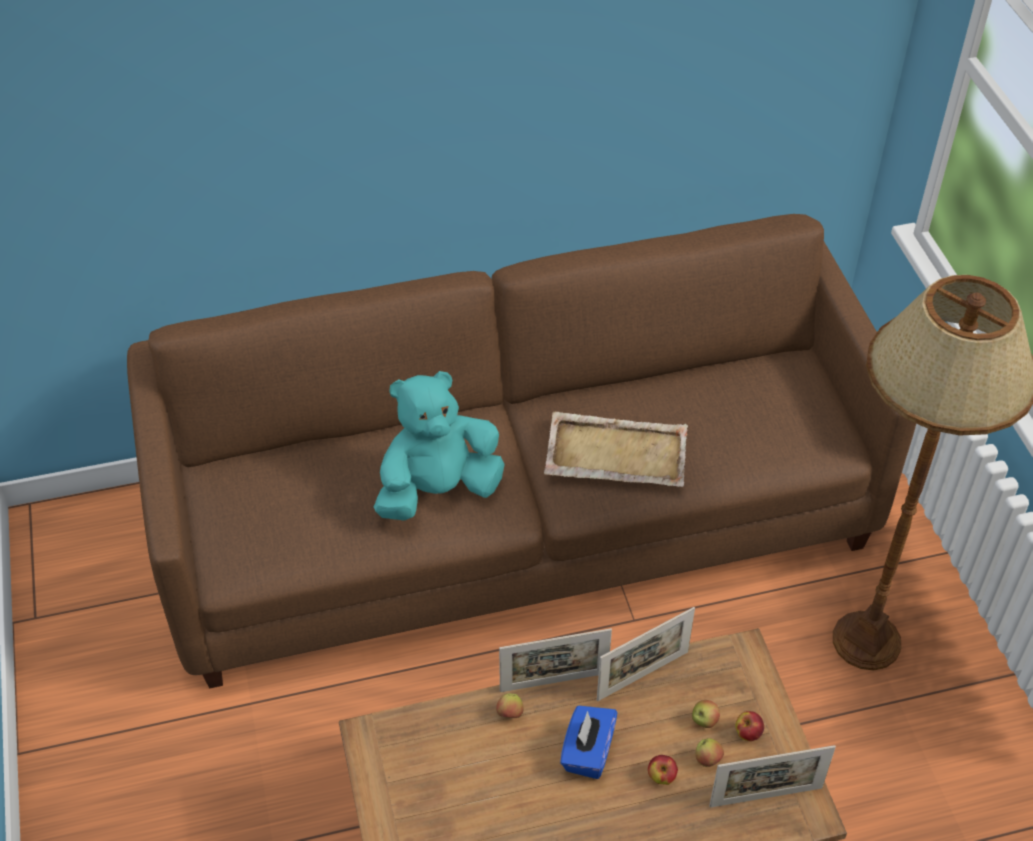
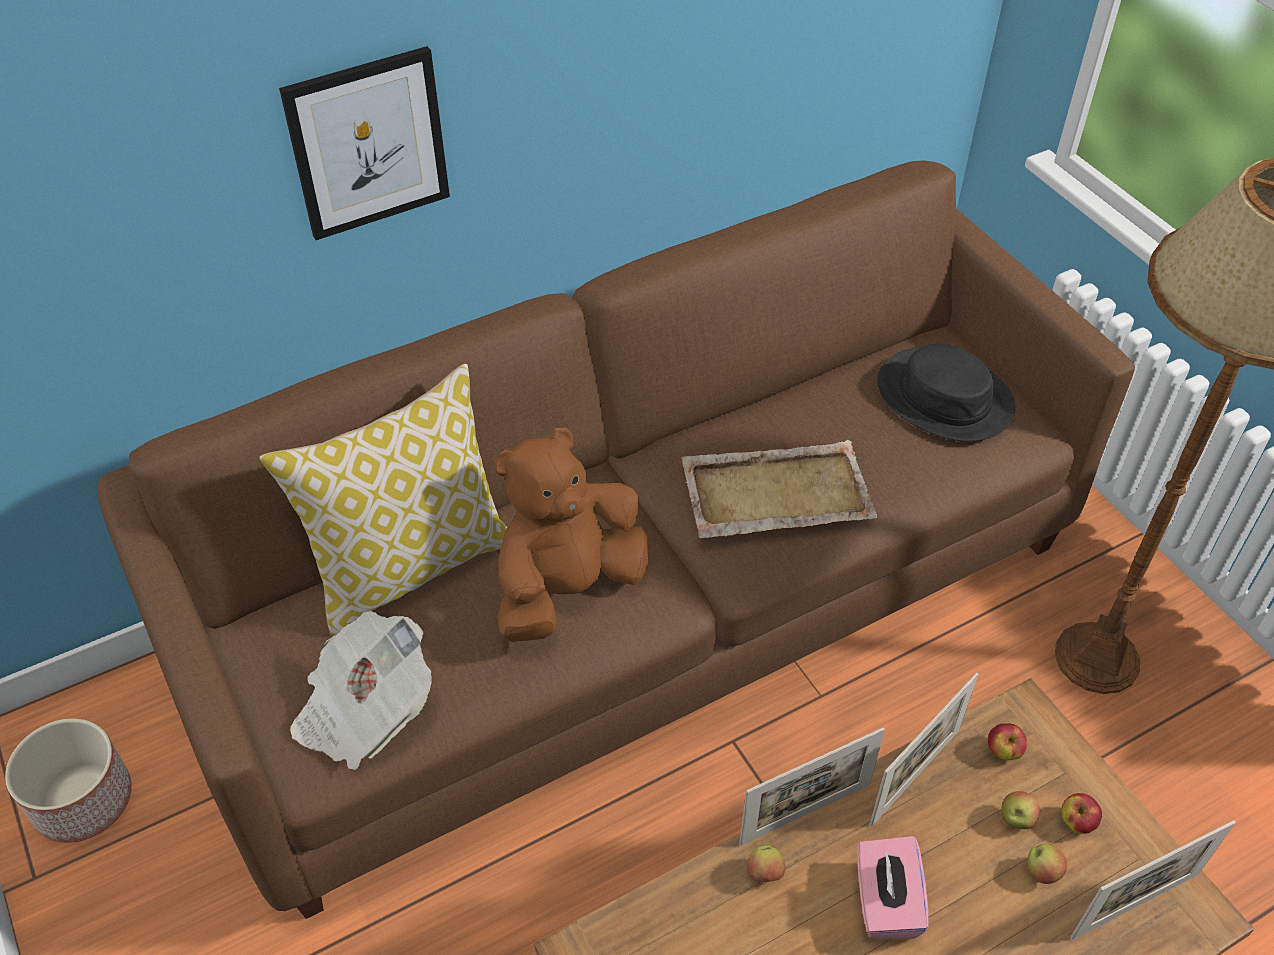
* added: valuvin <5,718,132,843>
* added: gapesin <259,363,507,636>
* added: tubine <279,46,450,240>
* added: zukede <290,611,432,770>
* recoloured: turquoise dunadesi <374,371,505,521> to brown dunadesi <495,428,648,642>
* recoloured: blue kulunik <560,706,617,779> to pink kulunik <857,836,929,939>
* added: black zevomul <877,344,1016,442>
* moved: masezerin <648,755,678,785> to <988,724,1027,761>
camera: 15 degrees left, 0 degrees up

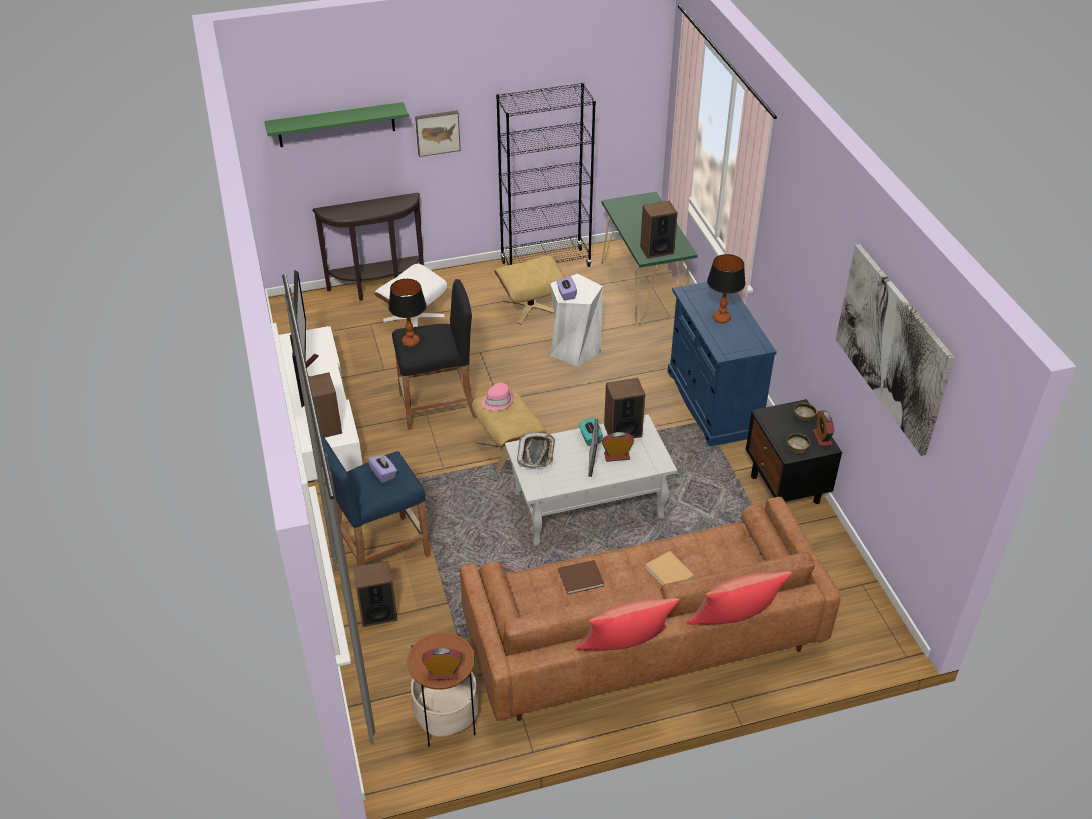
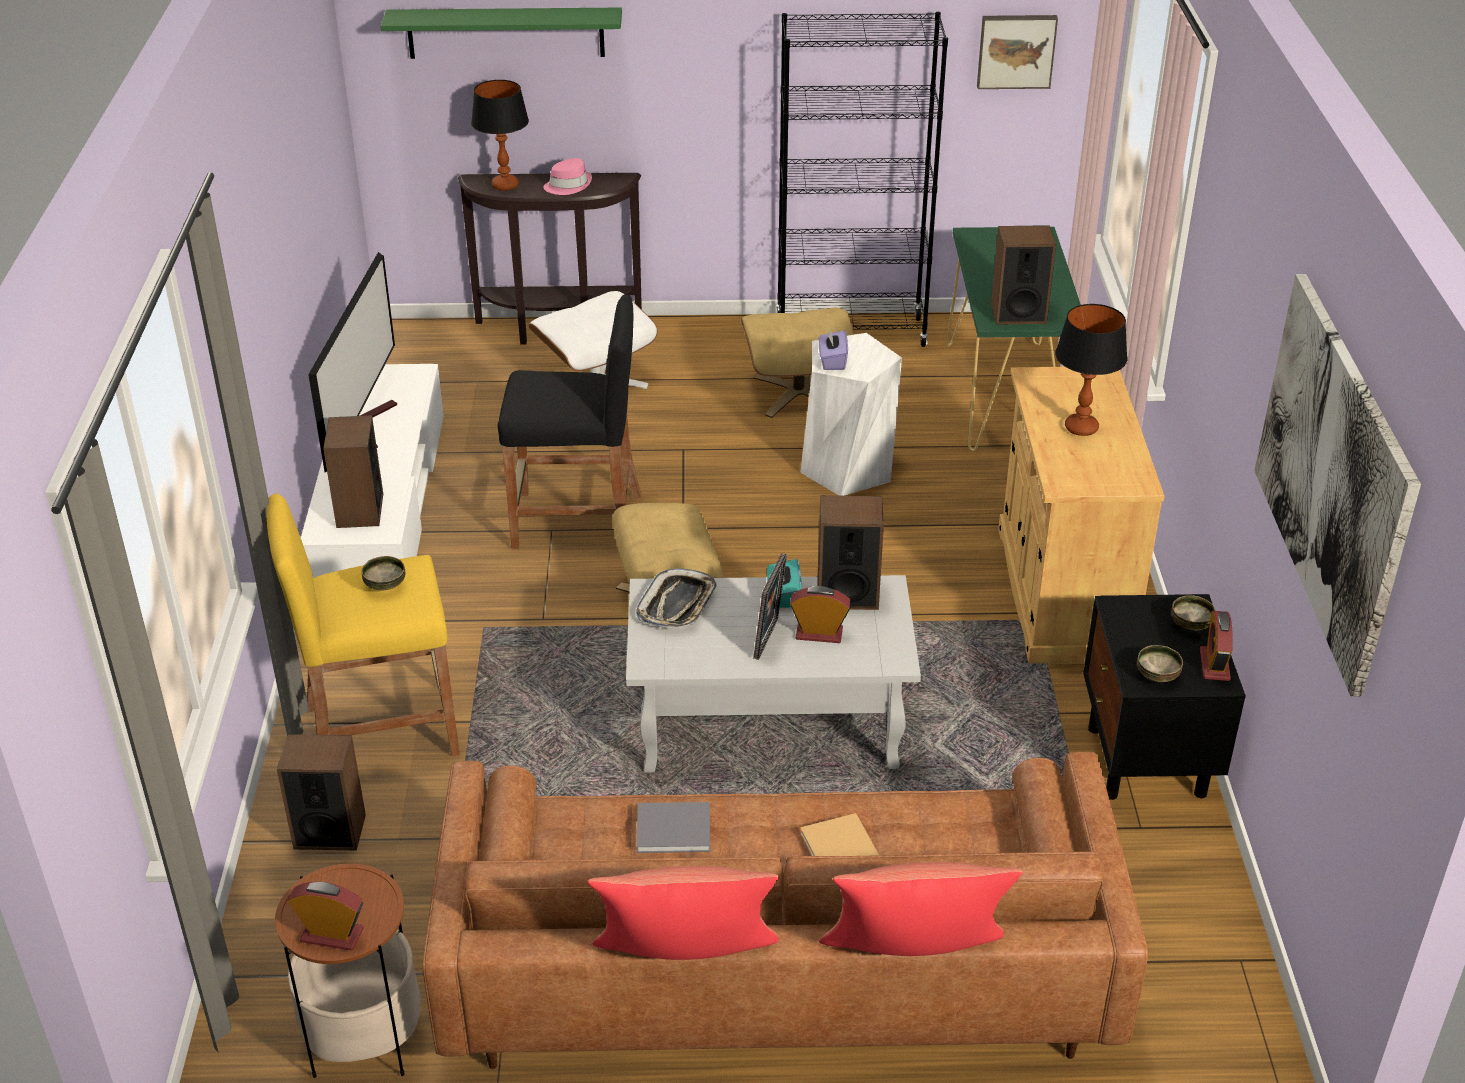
* recoloured: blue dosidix <321,436,430,566> to yellow dosidix <267,493,460,756>
* replaced: purple kulunik <368,454,397,483> to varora <362,556,405,590>
* moved: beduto <388,279,426,347> to <471,80,529,191>
* moved: pink zevomul <482,383,514,411> to <543,158,592,195>
* recoloured: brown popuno <558,560,604,595> to grey popuno <637,802,710,853>
* moved: tubine <415,111,461,157> to <977,15,1058,89>
* recoloured: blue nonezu <668,282,777,446> to beige nonezu <998,367,1165,664>
camera: 15 degrees right, 5 degrees down

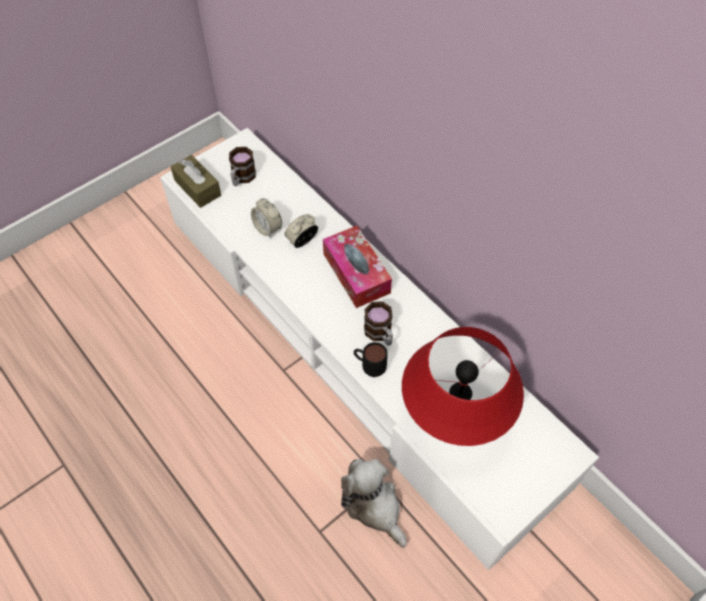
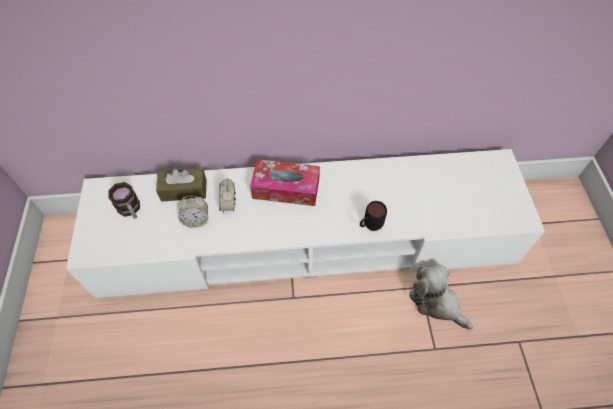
* moved: brown kulunik <171,155,221,208> to <156,168,207,202>
* turned: dunadesi <341,459,407,548> = <409,264,473,330> 45 degrees clockwise
* removed: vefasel <364,301,393,346>
* removed: red beduto <402,327,524,446>
camera: 55 degrees left, 0 degrees up

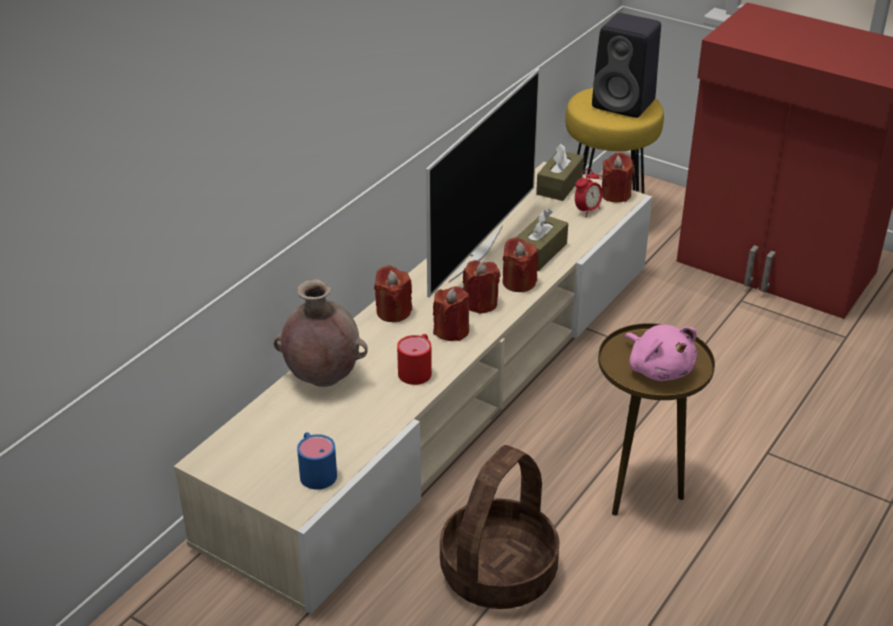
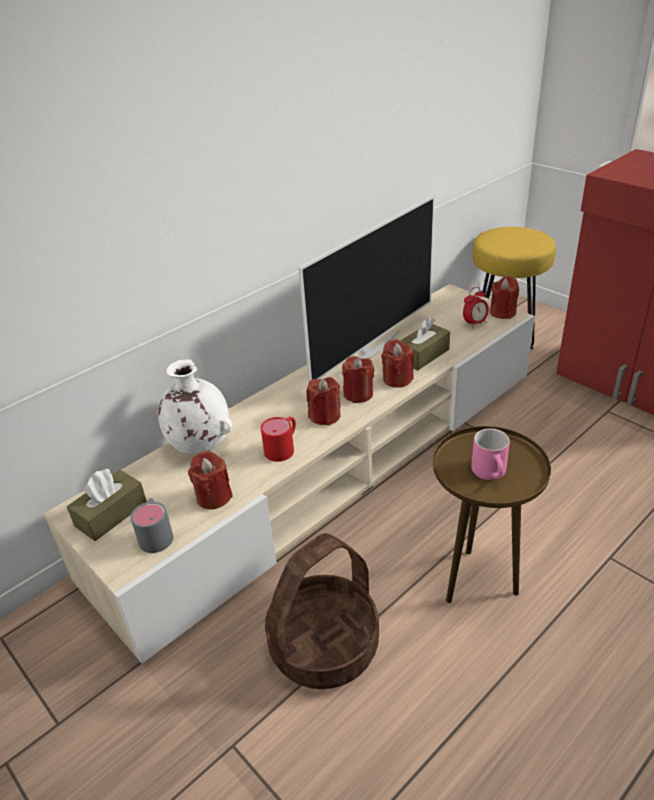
* moved: brown kulunik <536,143,584,201> to <67,469,147,541>
* recoloured: blue vefasel <297,432,337,490> to grey vefasel <131,498,173,553>
* recoloured: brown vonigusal <273,279,368,387> to white vonigusal <157,359,233,455>
* moved: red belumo <374,265,412,322> to <188,451,233,509>
* replaced: pink dunadesi <625,324,697,381> to pink vefasel <471,428,510,480>
* removed: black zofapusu <592,13,661,118>
camera: 15 degrees right, 0 degrees up

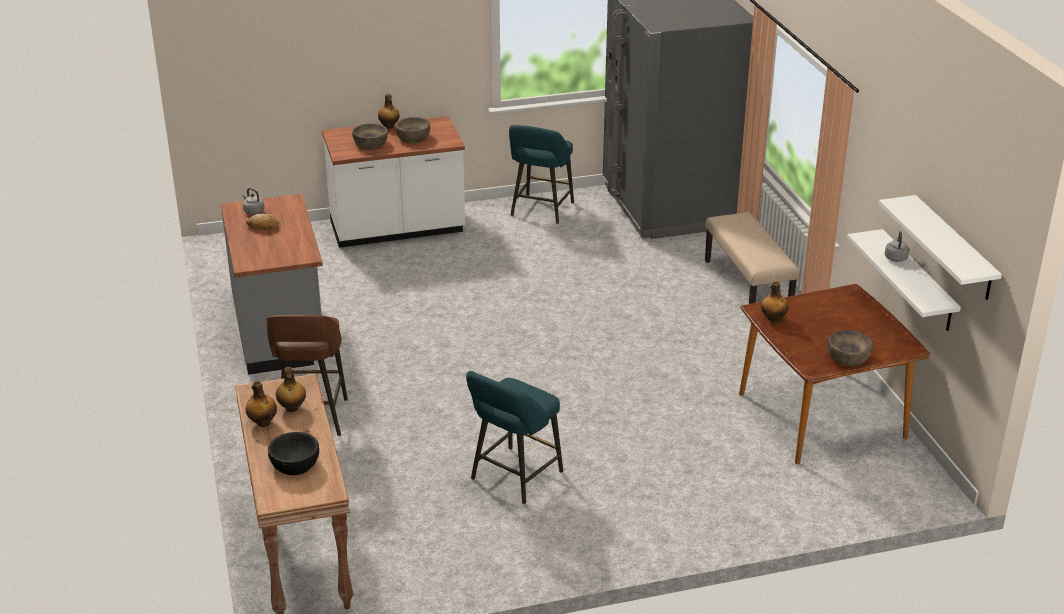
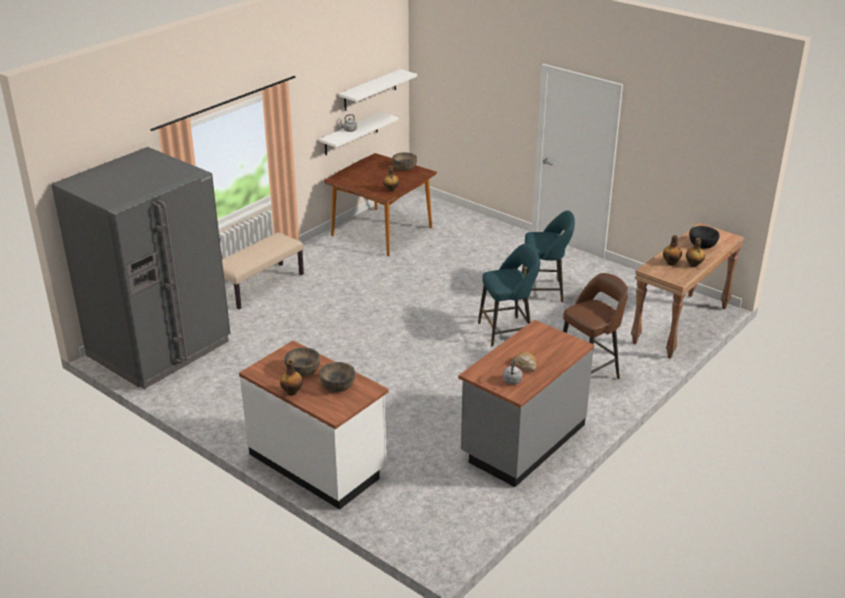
* moved: turquoise dosidix <509,125,574,224> to <478,244,540,347>
camera: 125 degrees left, 0 degrees up

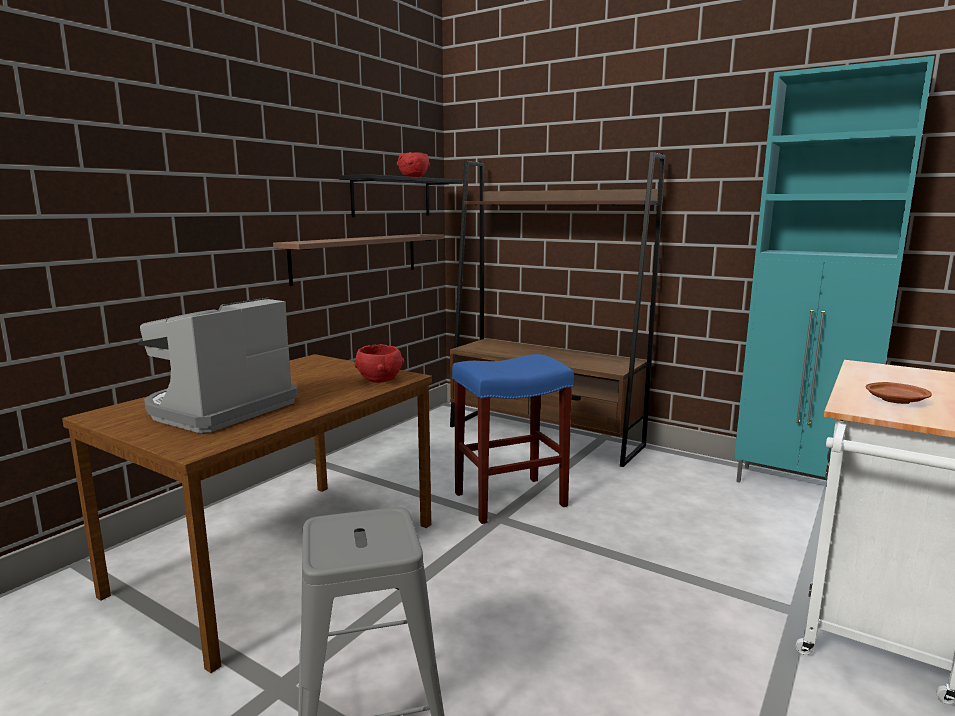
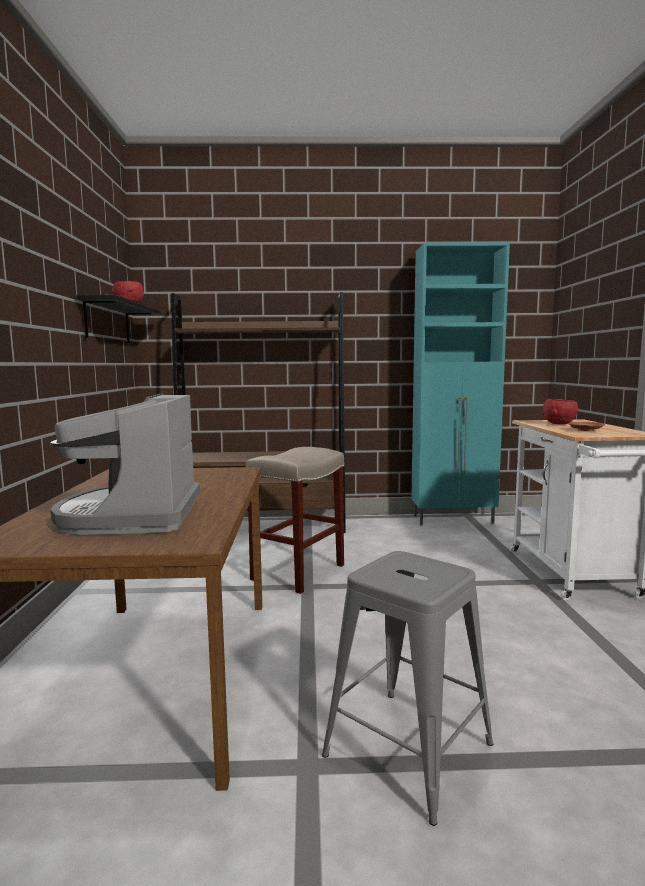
* recoloured: blue dosidix <452,354,574,524> to beige dosidix <246,447,344,594>
* moved: red varora <355,344,404,383> to <543,399,579,425>
* removed: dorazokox <273,234,444,286>
camera: 35 degrees left, 5 degrees down

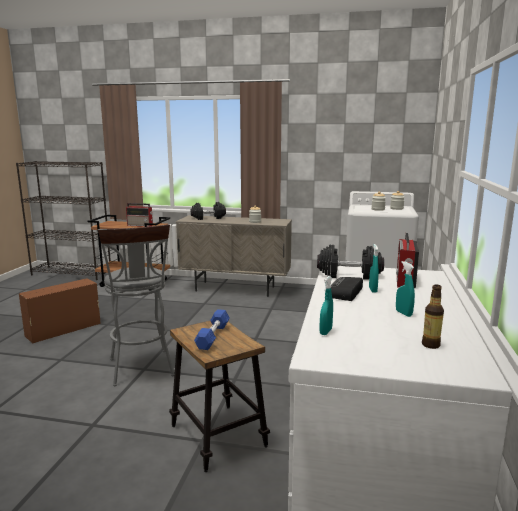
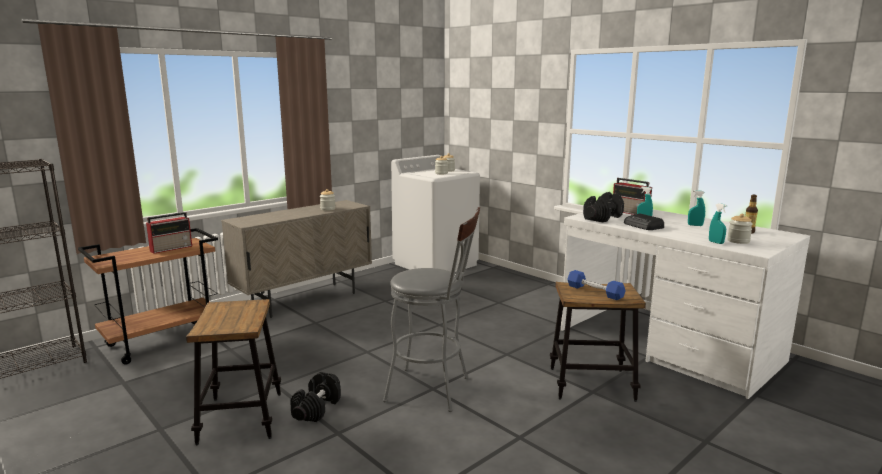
* replaced: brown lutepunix <19,278,101,343> to dosidix <186,299,281,445>
* moved: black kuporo <191,202,226,220> to <290,372,341,422>
* added: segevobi <727,214,753,244>
camera: 55 degrees left, 0 degrees up

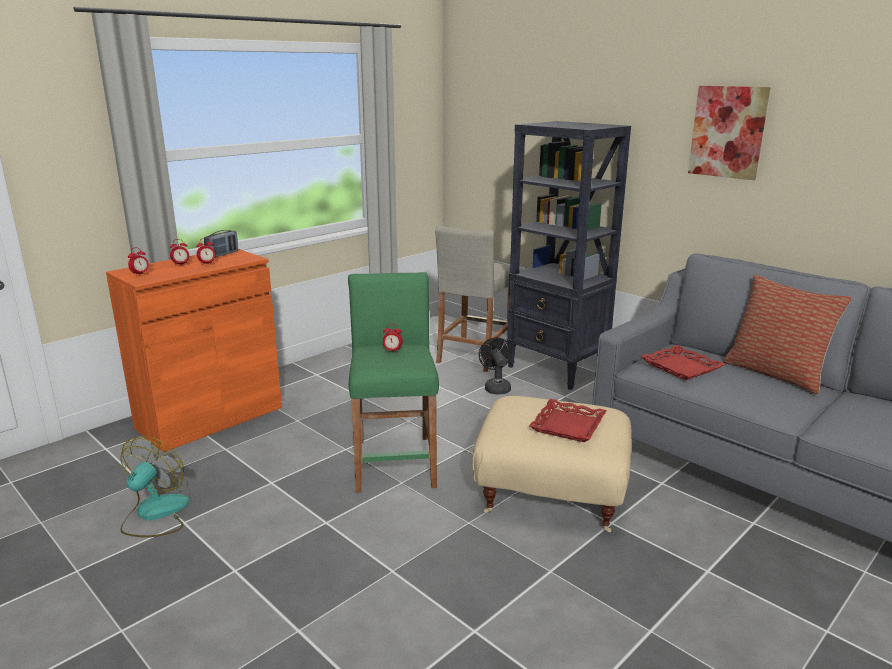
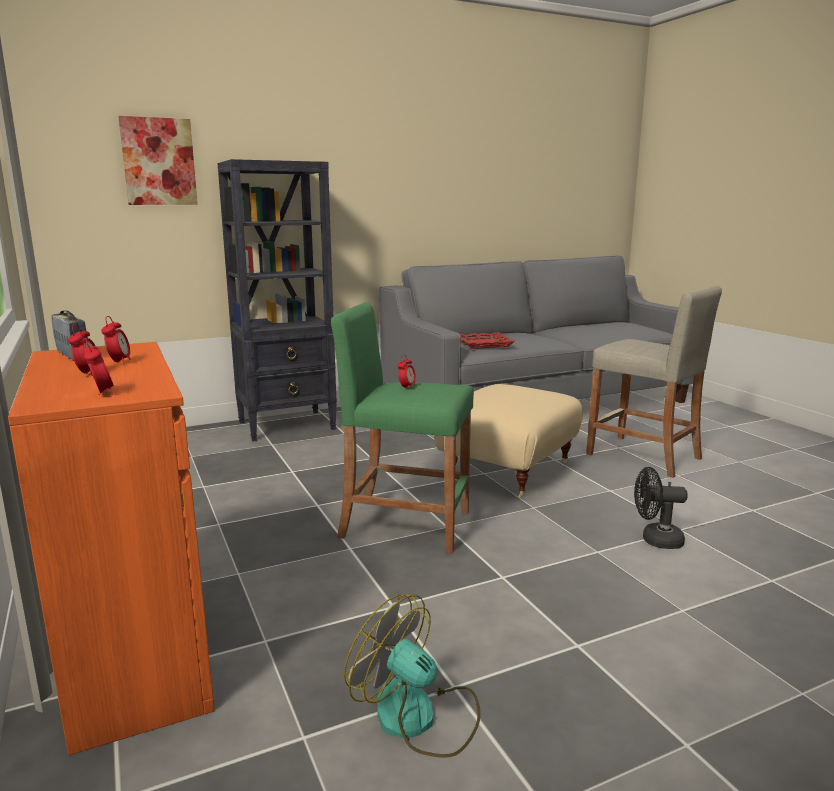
* moved: tubine <688,86,770,180> to <118,116,198,205>
* moved: beige dosidix <435,225,510,372> to <586,286,722,478>
* moved: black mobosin <479,338,512,394> to <634,467,687,549>
* removed: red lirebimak <529,399,607,442>
* removed: gapesin <723,275,852,394>
camera: 70 degrees left, 5 degrees down

